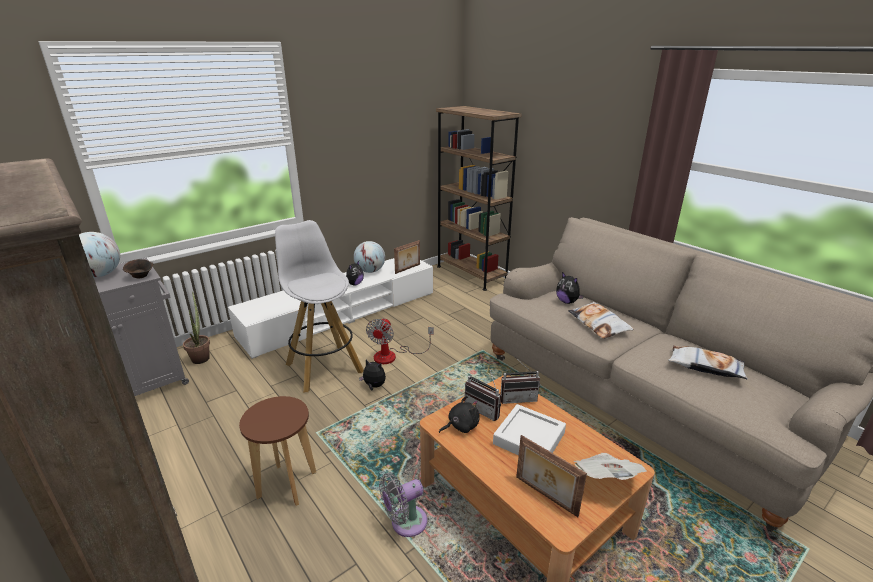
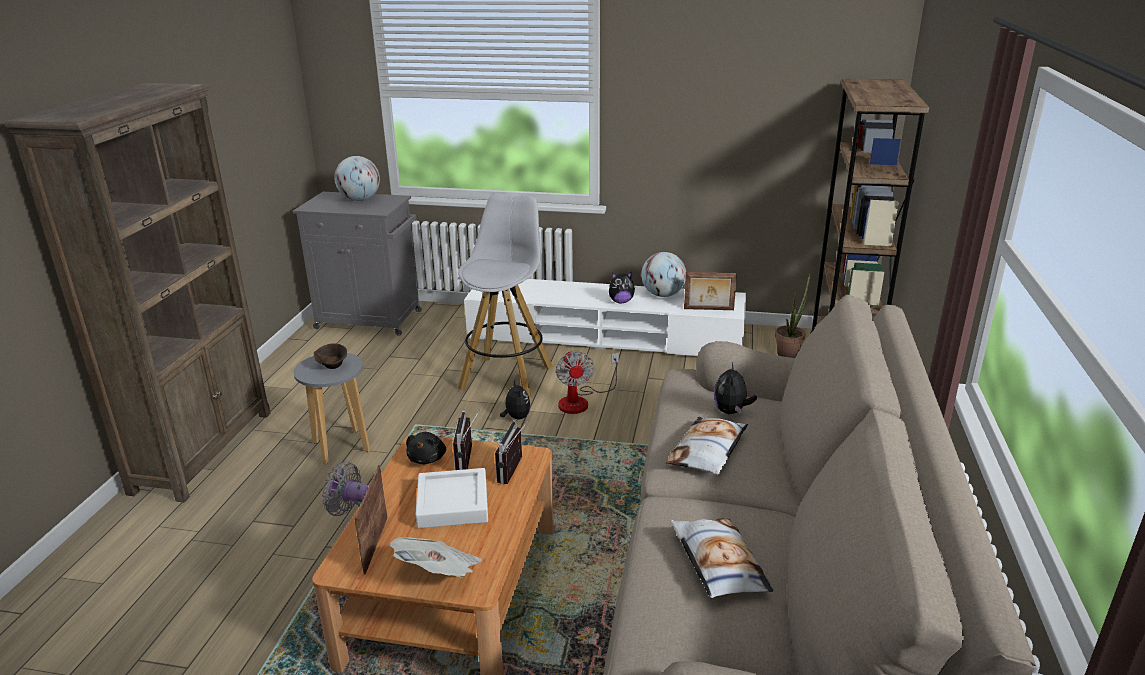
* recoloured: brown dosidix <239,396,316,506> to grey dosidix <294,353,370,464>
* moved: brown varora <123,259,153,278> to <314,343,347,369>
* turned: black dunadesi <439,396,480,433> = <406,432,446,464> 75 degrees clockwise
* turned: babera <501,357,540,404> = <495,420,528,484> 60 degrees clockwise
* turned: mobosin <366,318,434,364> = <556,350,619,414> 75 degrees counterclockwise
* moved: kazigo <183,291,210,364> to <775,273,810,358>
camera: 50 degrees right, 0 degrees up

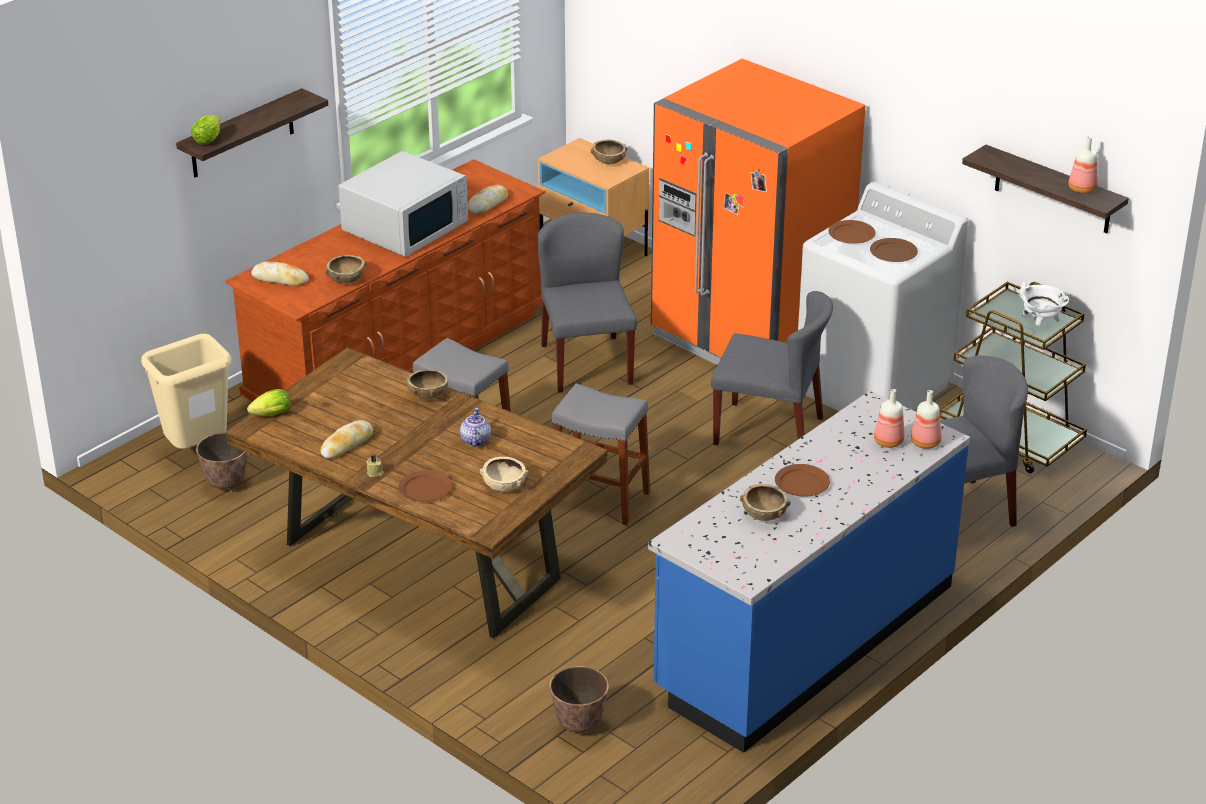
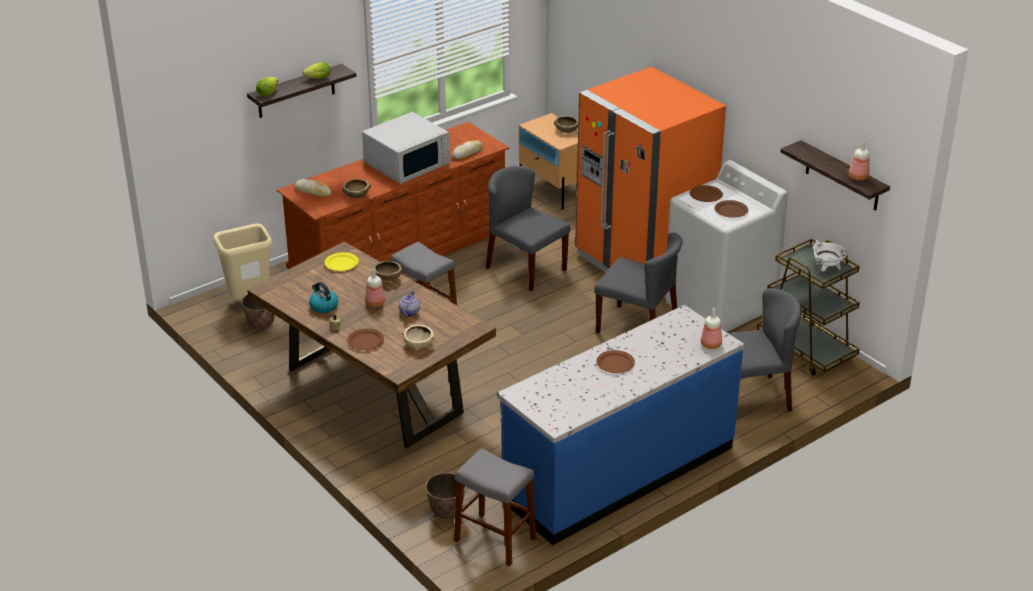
* moved: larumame <247,389,290,416> to <303,62,331,79>
* replaced: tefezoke <320,420,373,459> to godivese <309,282,338,313>
* added: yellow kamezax <324,252,359,271>
* moved: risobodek <874,389,904,448> to <365,268,385,307>
* moved: grey dosidix <552,383,650,525> to <454,448,536,566>
* turned: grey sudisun <538,213,637,393> = <486,166,570,291> 45 degrees counterclockwise
* removed: brown varora <740,484,791,521>
camera: 10 degrees right, 0 degrees up

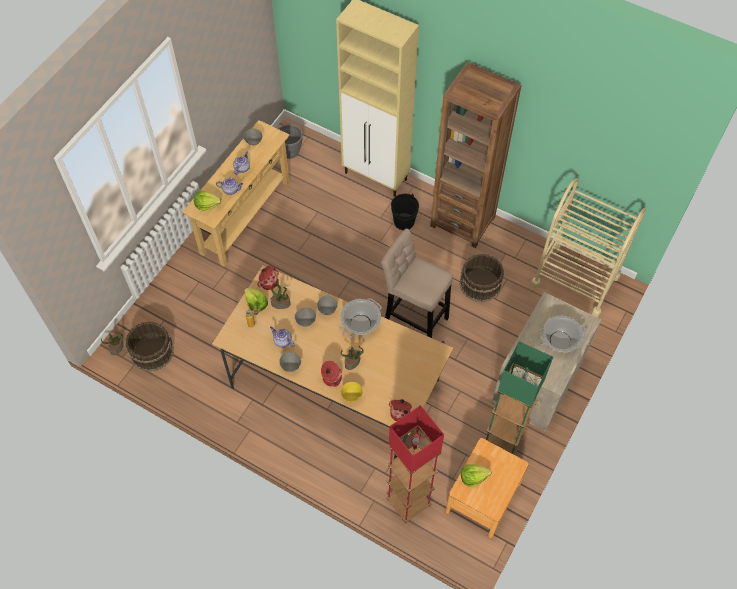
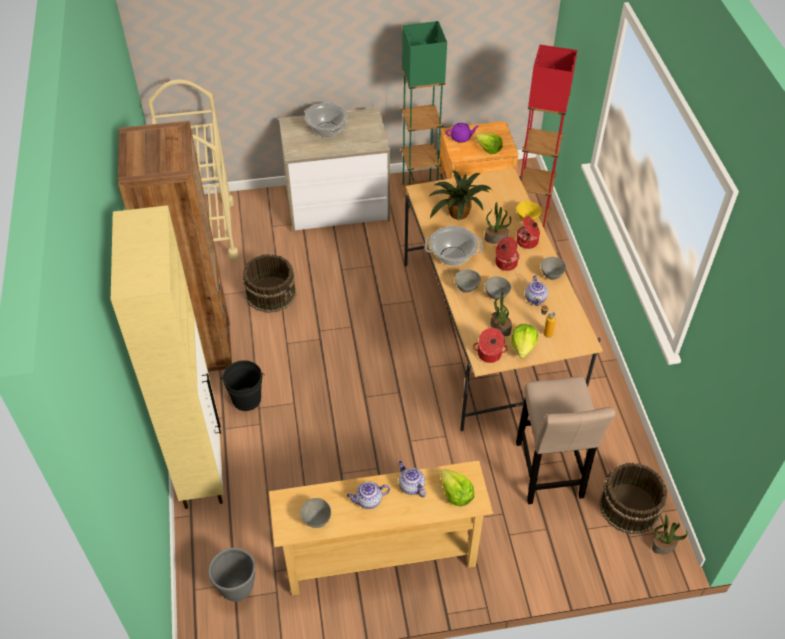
* added: kazigo <428,171,492,221>
* added: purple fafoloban <445,123,479,143>
* moved: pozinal <389,399,412,421> to <495,237,520,271>
* moved: beige dosidix <381,229,453,338> to <516,376,615,504>
camera: 130 degrees left, 10 degrees down

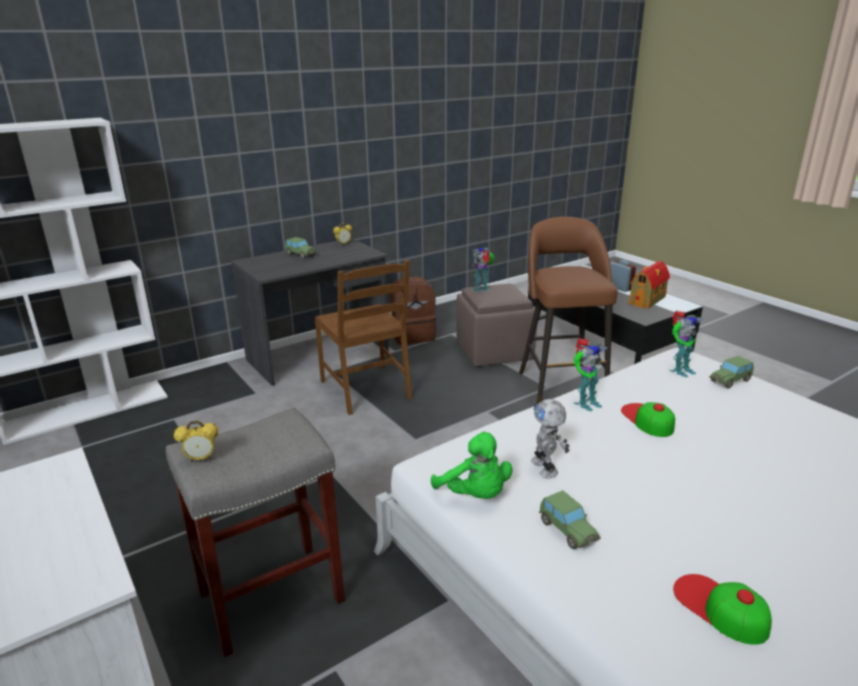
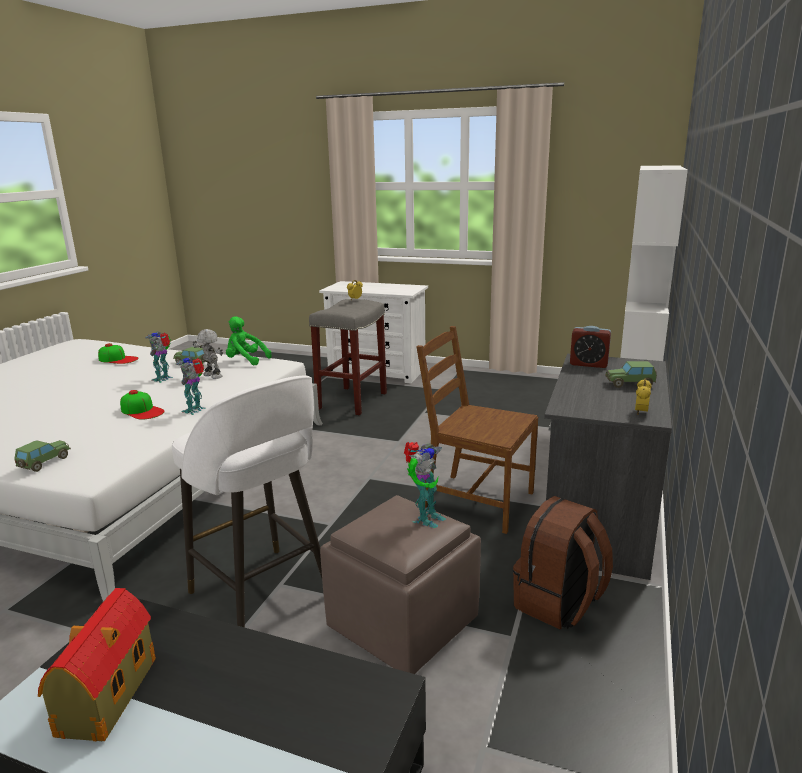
* moved: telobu <669,311,703,377> to <145,332,173,383>
* recoloured: brown dosidix <519,217,618,404> to white dosidix <172,376,322,628>
* moved: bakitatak <610,260,636,292> to <570,326,611,368>
camera: 145 degrees right, 5 degrees down

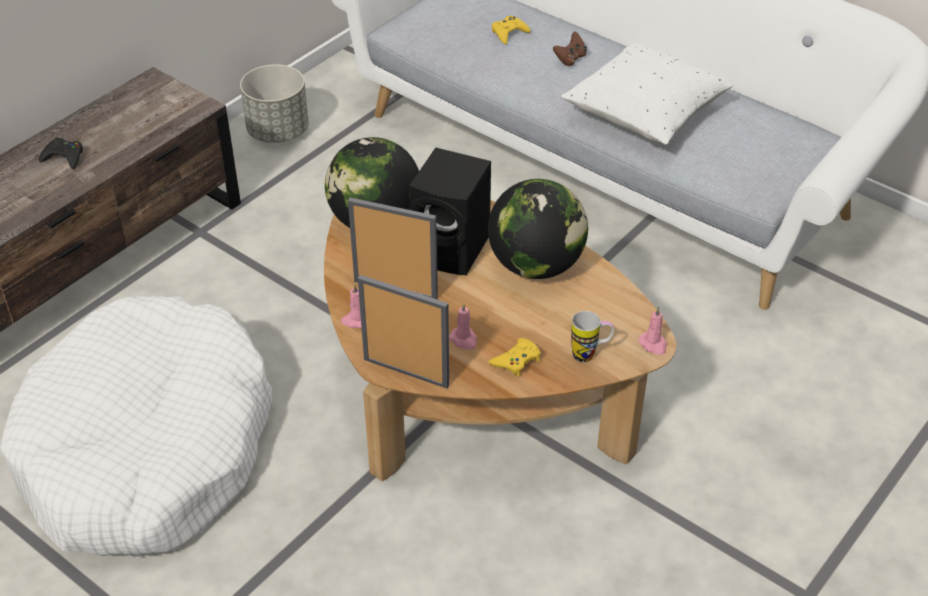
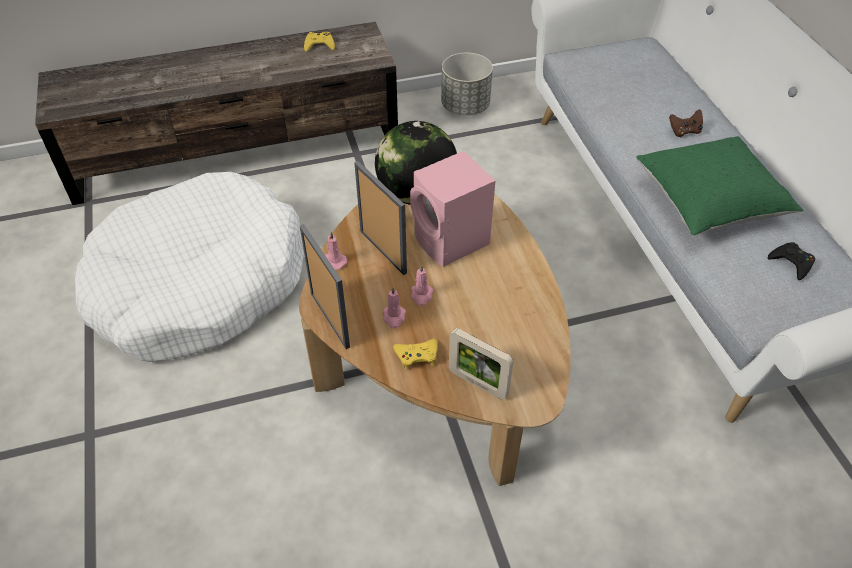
* moved: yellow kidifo <492,16,531,44> to <304,32,335,52>
* recoloured: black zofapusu <408,147,491,275> to pink zofapusu <410,151,495,267>
* moved: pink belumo <639,307,667,355> to <411,264,433,306>
* replaced: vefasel <571,311,614,362> to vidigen <449,328,514,400>
* recoloured: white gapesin <561,43,733,145> to green gapesin <636,136,803,236>
* moved: black kidifo <39,137,83,169> to <768,242,815,280>
* removed: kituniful <488,179,588,279>
camera: 35 degrees right, 5 degrees up

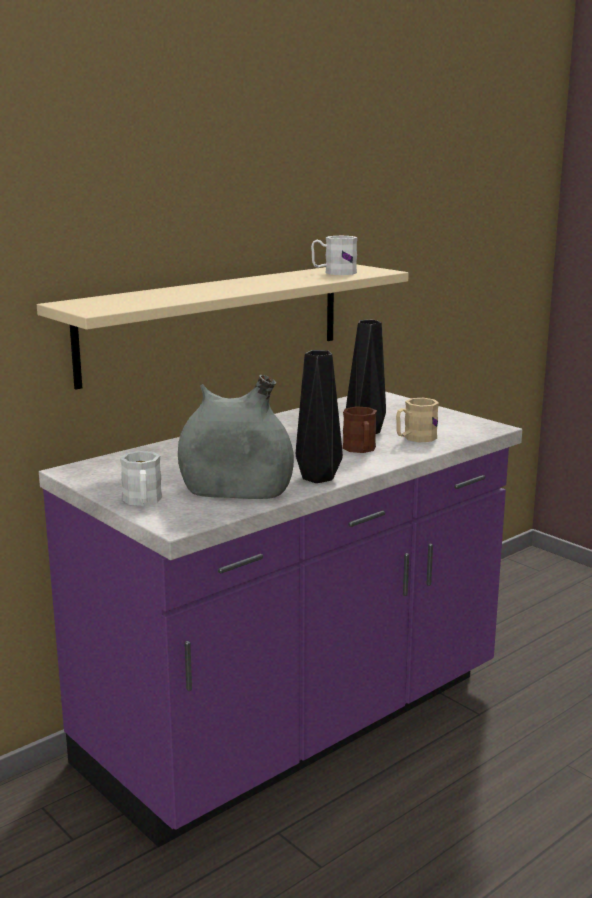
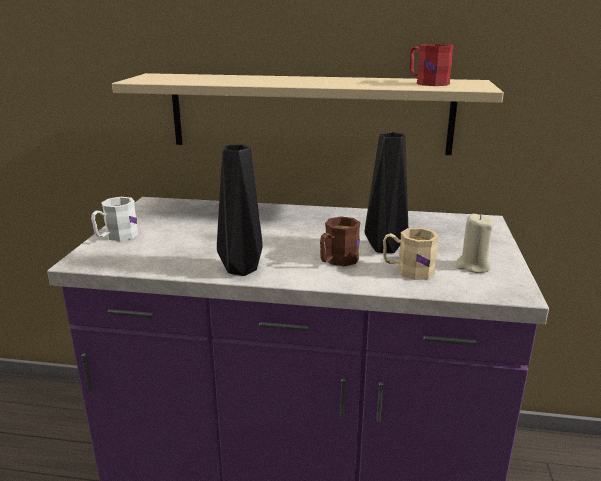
* recoloured: white vefasel <311,236,358,275> to red vefasel <410,44,454,86>
* added: beige belumo <456,214,494,273>
* removed: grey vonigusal <178,375,294,499>
camera: 50 degrees right, 5 degrees up

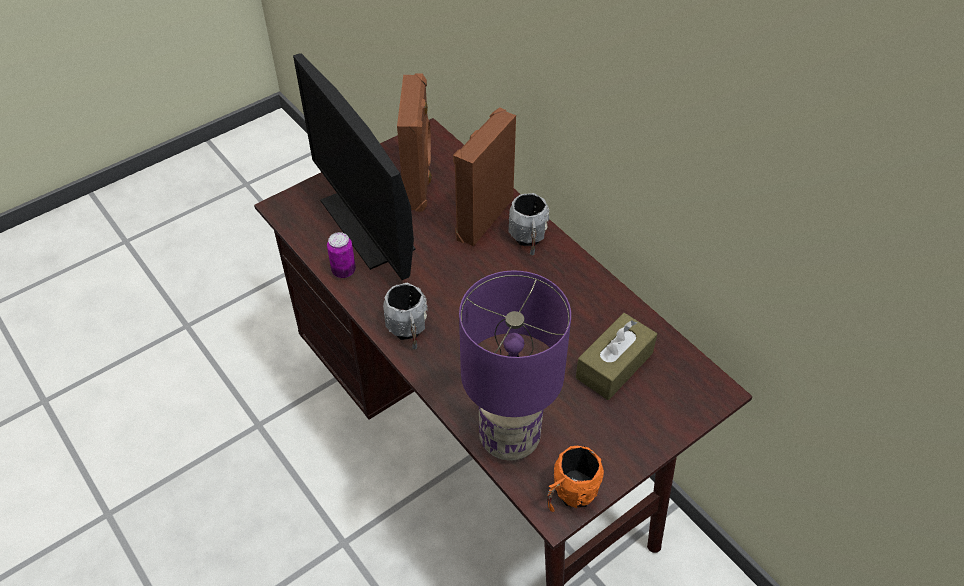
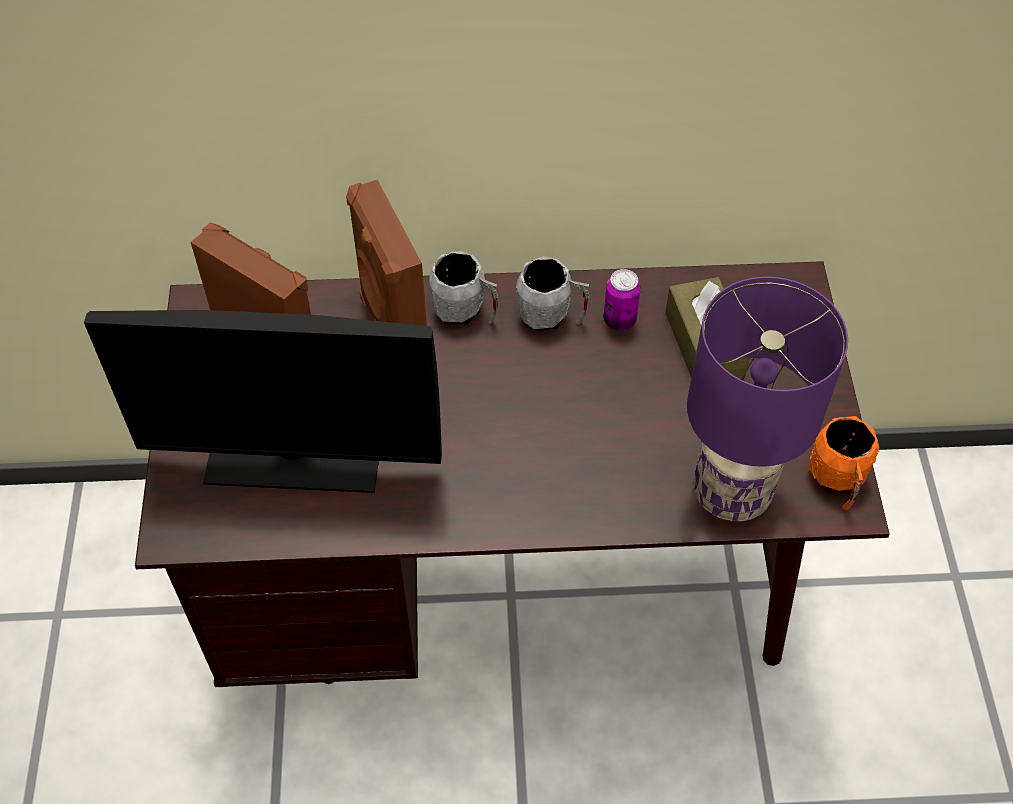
* moved: grey vefasel <383,283,428,350> to <516,256,590,331>
* moved: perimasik <327,232,356,278> to <603,269,641,331>
camera: 55 degrees left, 5 degrees up

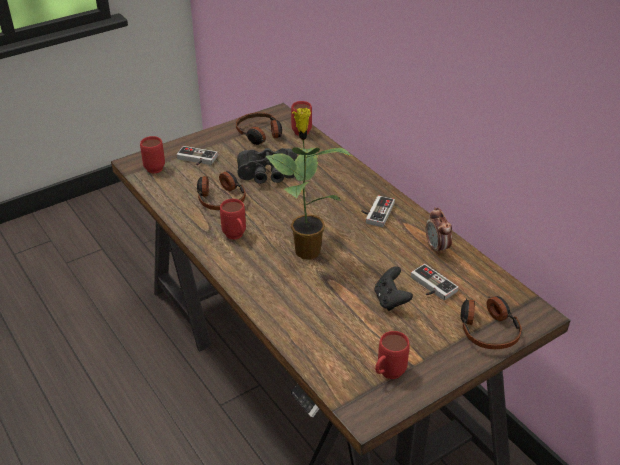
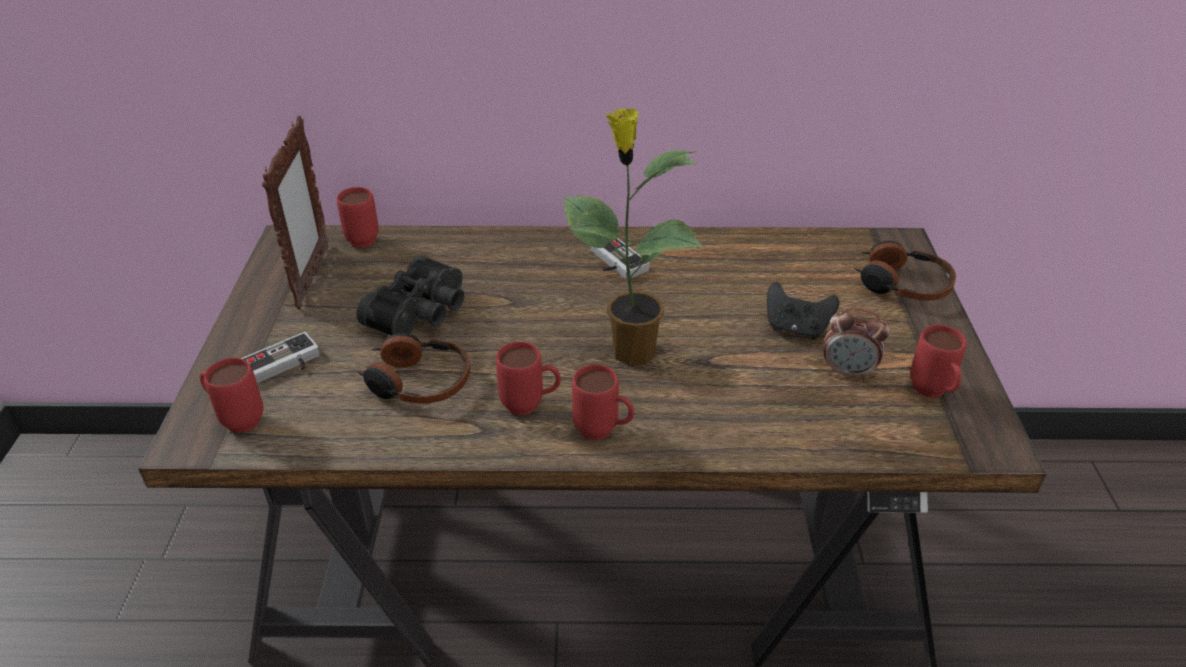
* replaced: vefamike <236,112,282,145> to vidigen <262,116,329,309>
* added: red vefasel <572,364,634,440>
* moved: bakitatak <426,207,452,255> to <824,308,890,380>
* removed: kidifo <411,264,458,301>
camera: 55 degrees left, 0 degrees up

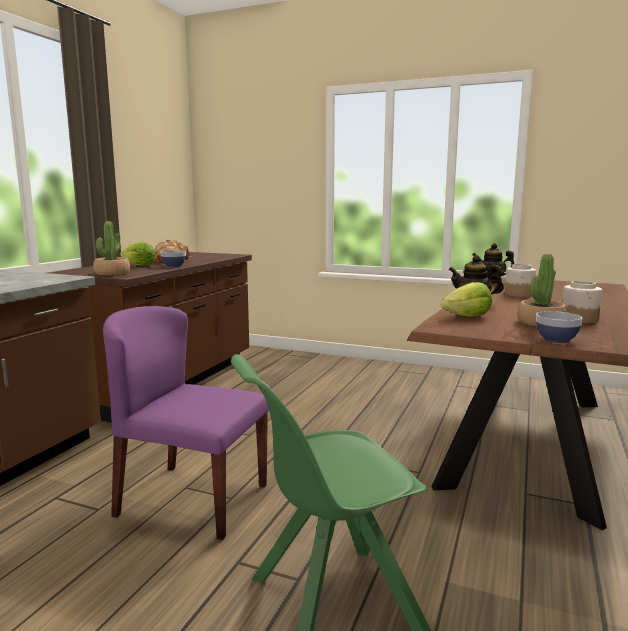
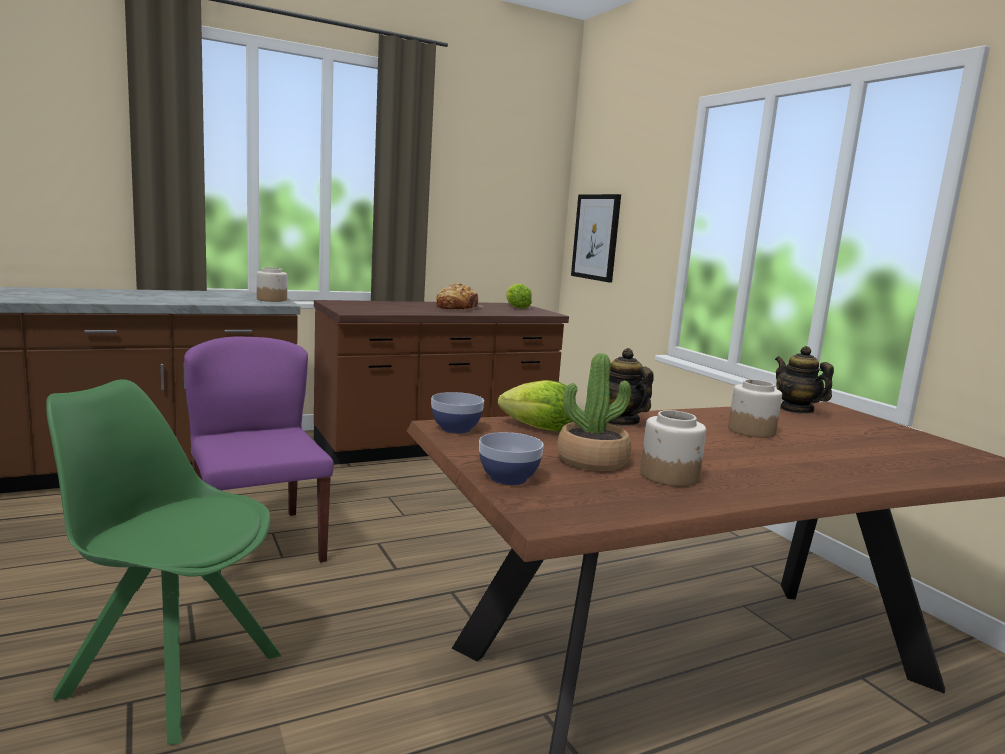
* added: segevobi <257,267,287,302>
* moved: varora <160,250,186,267> to <431,392,484,433>
* moved: larumame <120,241,156,266> to <506,284,532,309>
* added: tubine <571,194,621,283>
* removed: kazigo <93,221,130,276>
camera: 40 degrees right, 0 degrees up

